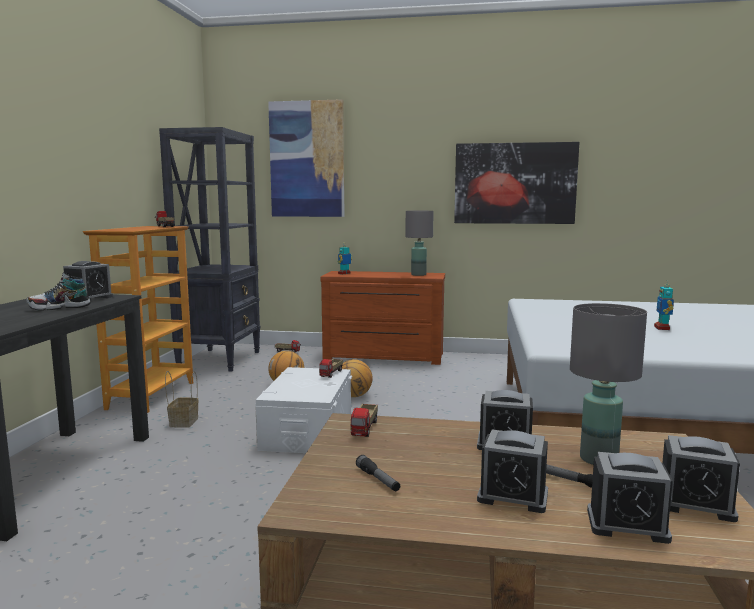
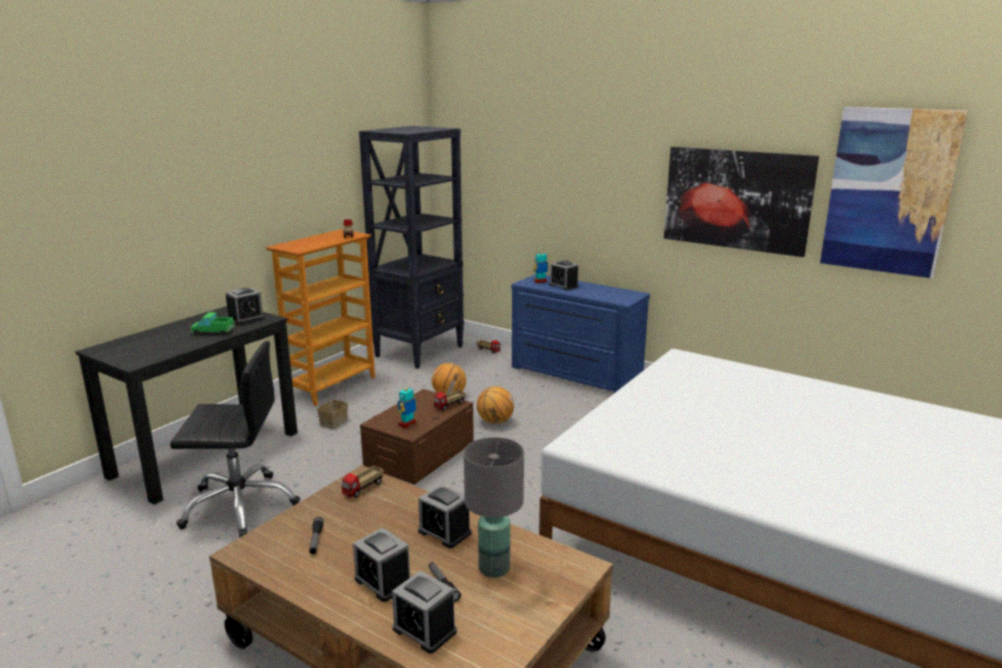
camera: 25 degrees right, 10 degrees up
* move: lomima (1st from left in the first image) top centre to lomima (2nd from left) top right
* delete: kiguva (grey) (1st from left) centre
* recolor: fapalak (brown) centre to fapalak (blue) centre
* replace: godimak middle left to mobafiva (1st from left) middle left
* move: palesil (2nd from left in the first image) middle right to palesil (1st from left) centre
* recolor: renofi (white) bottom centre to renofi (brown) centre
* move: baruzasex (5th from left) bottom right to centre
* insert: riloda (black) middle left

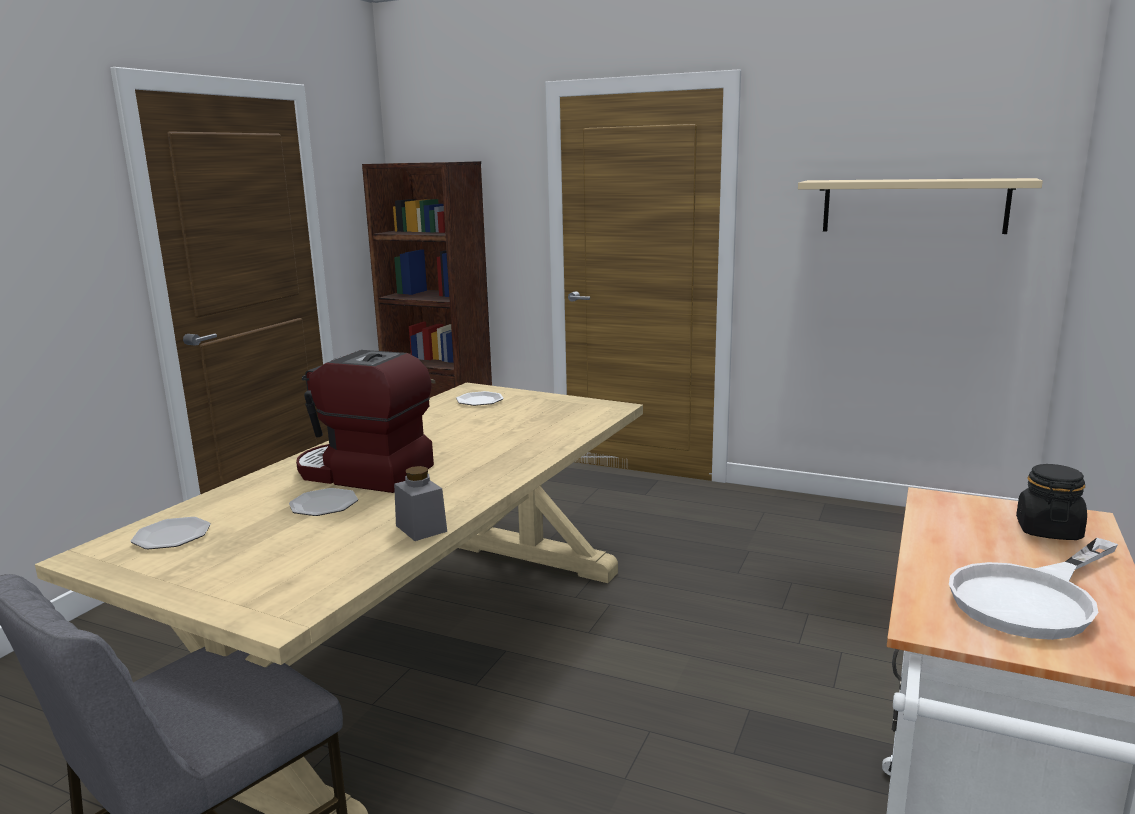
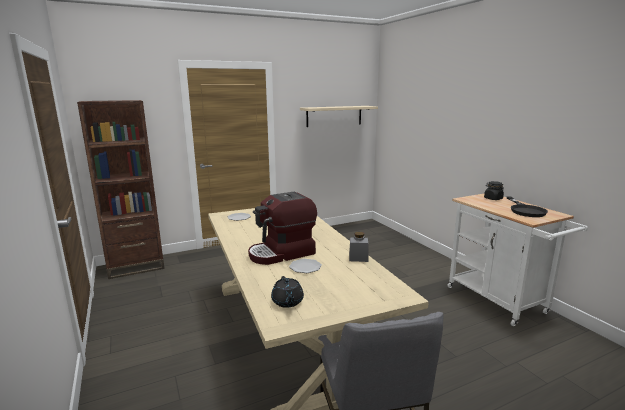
camera: 50 degrees left, 0 degrees up
* replace: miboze (1st from left) middle left to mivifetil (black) bottom centre
* recolor: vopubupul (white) bottom right to vopubupul (black) middle right

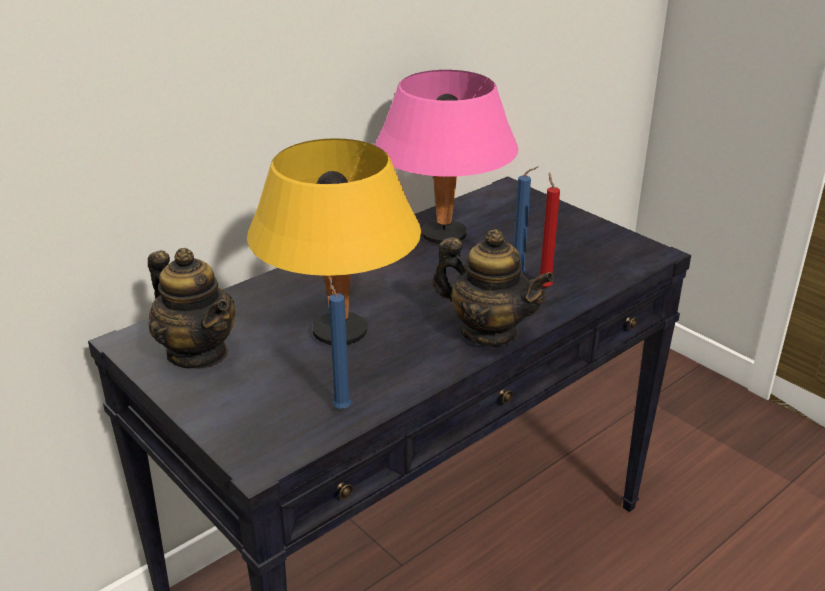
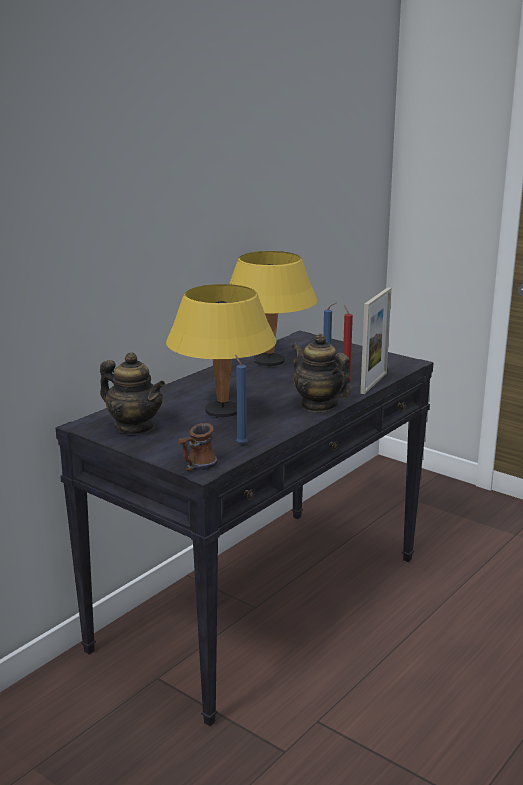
camera: 10 degrees left, 10 degrees down
* recolor: kiguva (pink) top centre to kiguva (yellow) (2nd from left) centre
* rotate: mivifetil (2nd from left) centre = centre 150 degrees counterclockwise
* insert: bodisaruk middle right
* insert: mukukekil centre

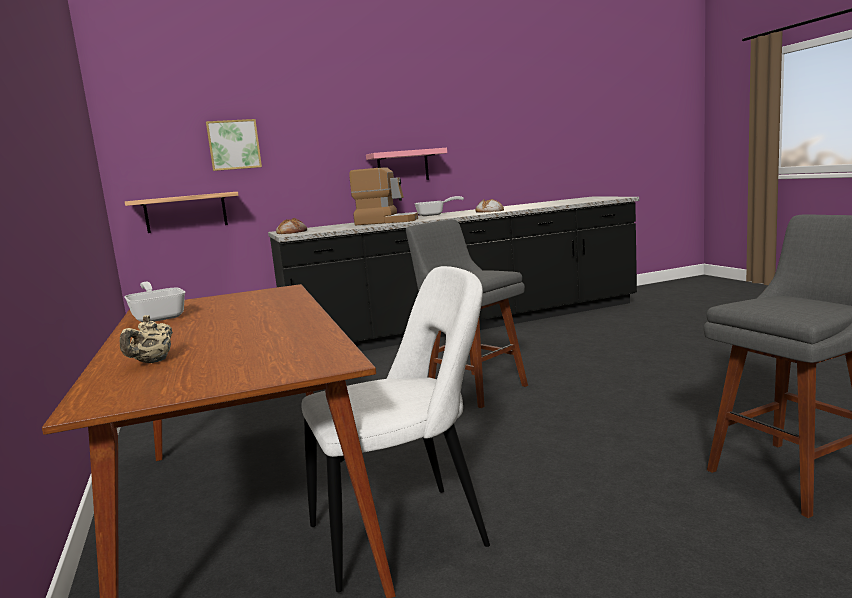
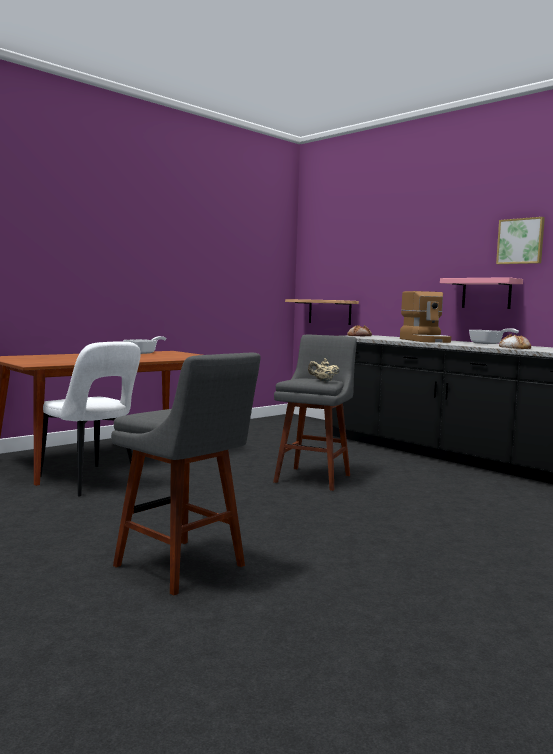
camera: 65 degrees right, 5 degrees down
* move: lomima top left to top right
* move: mivifetil (beige) middle left to centre

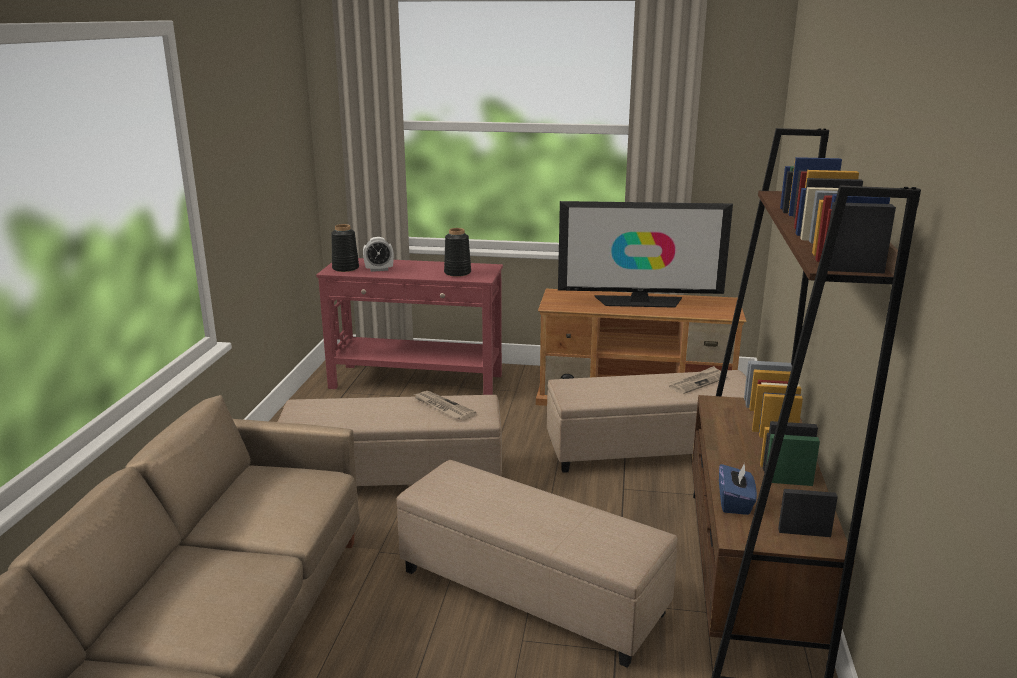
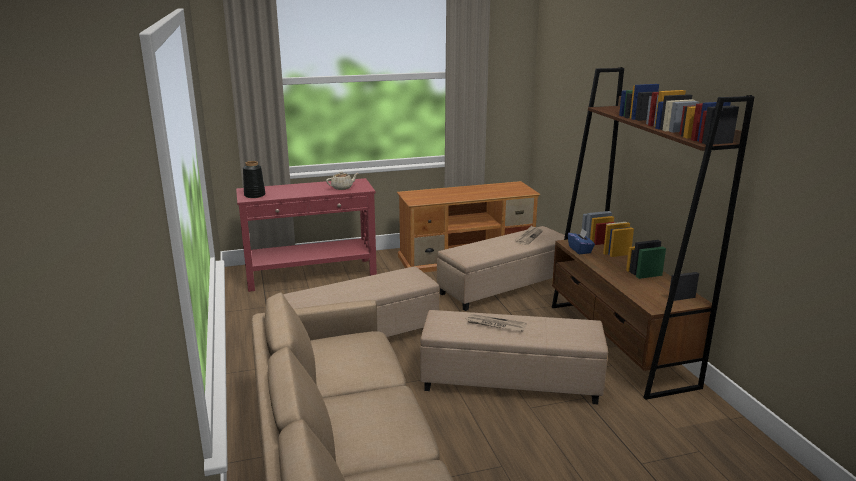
camera: 25 degrees left, 0 degrees up
* delete: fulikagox centre
* replace: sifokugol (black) (2nd from left) centre to mivifetil (beige) centre
* delete: baruzasex centre
* move: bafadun (1st from left) centre to bottom centre
* move: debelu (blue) bottom right to middle right

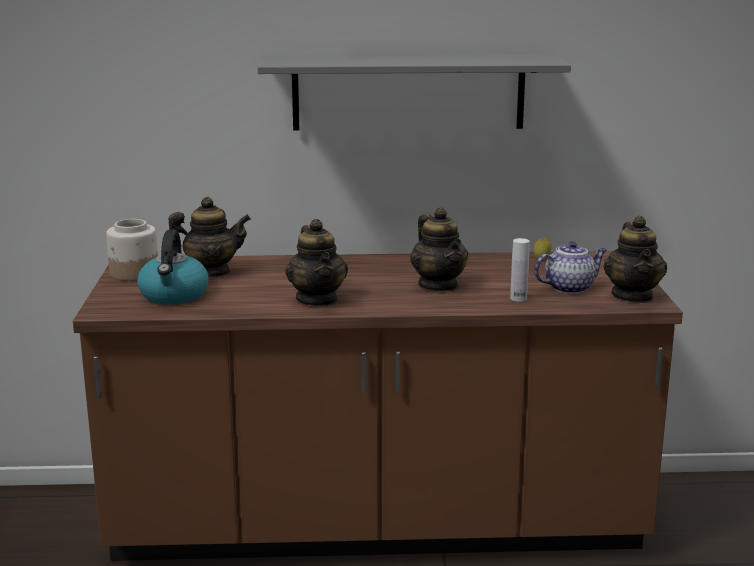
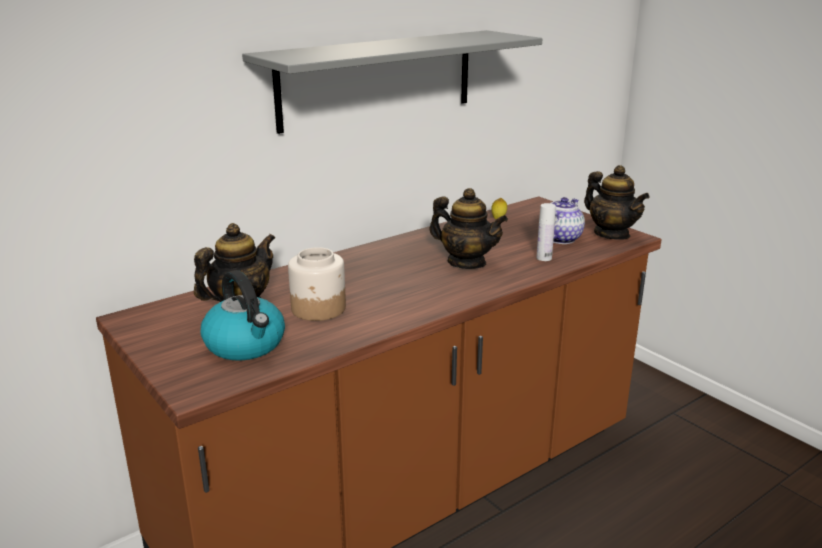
camera: 35 degrees left, 5 degrees up
* move: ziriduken middle left to centre
* delete: mivifetil (2nd from left) centre

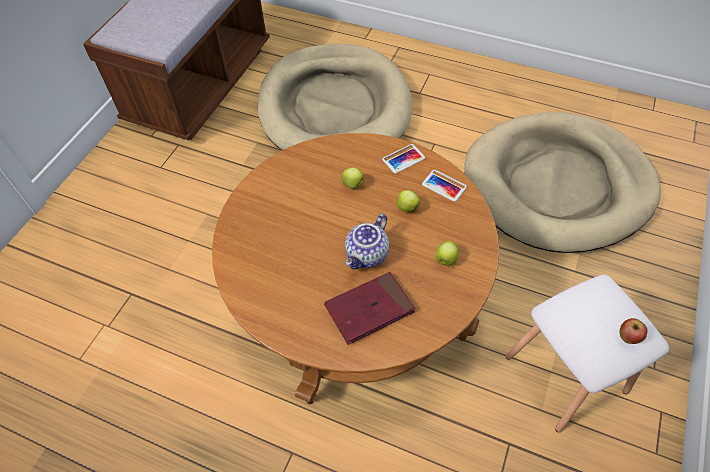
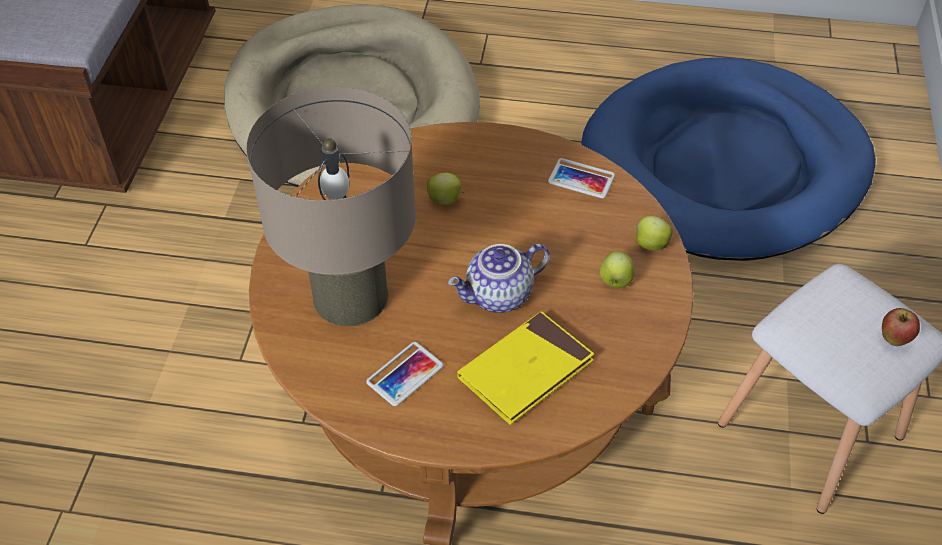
camera: 15 degrees left, 5 degrees down
* recolor: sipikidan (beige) (2nd from left) middle right to sipikidan (blue) top right
* move: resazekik (1st from left) centre to bottom centre
* move: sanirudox (2nd from left in the first image) centre to sanirudox (3rd from left) middle right
* rotate: mivifetil centre = centre 45 degrees clockwise
* recolor: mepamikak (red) centre to mepamikak (yellow) bottom centre
* insert: kiguva (beige) centre

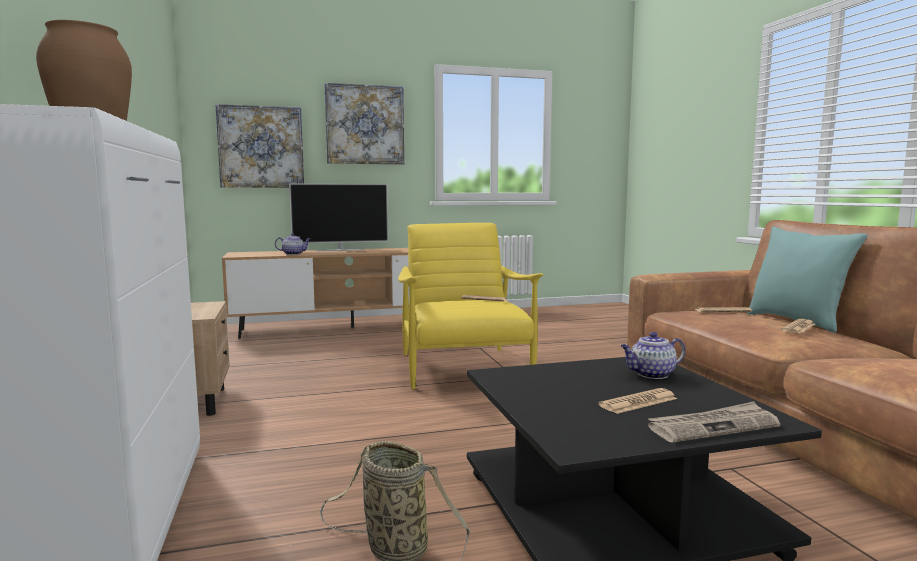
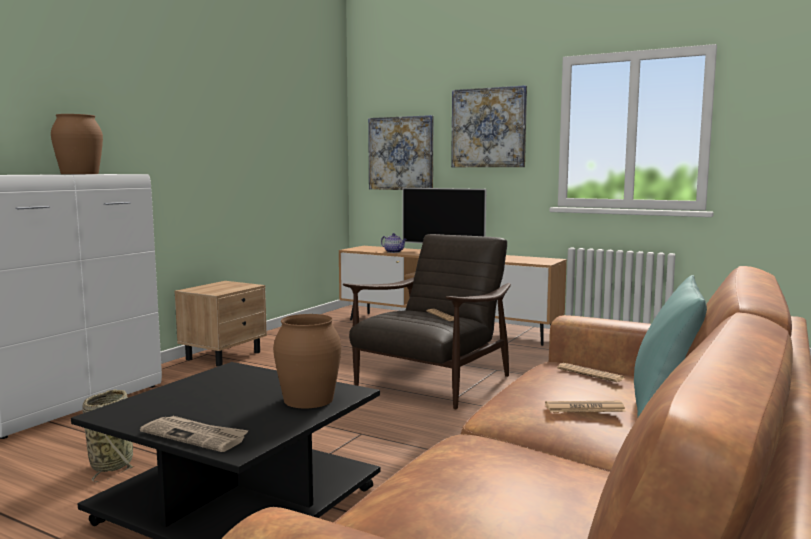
camera: 45 degrees right, 0 degrees up
* recolor: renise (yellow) centre to renise (brown) centre
* replace: mivifetil (2nd from left) middle right to sifokugol (brown) (2nd from left) bottom centre
* delete: bafadun (2nd from left) bottom right

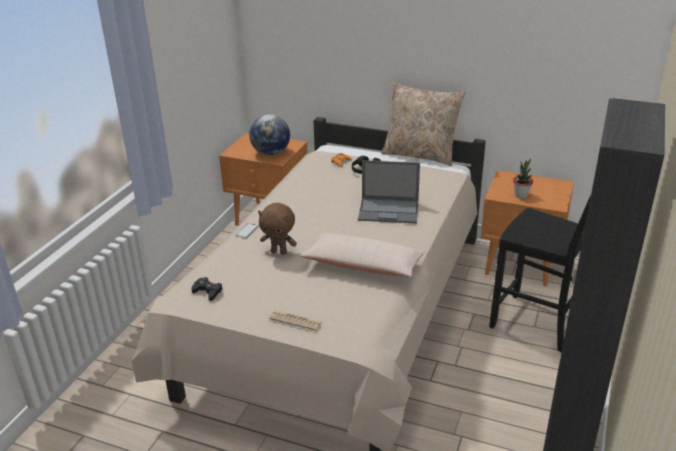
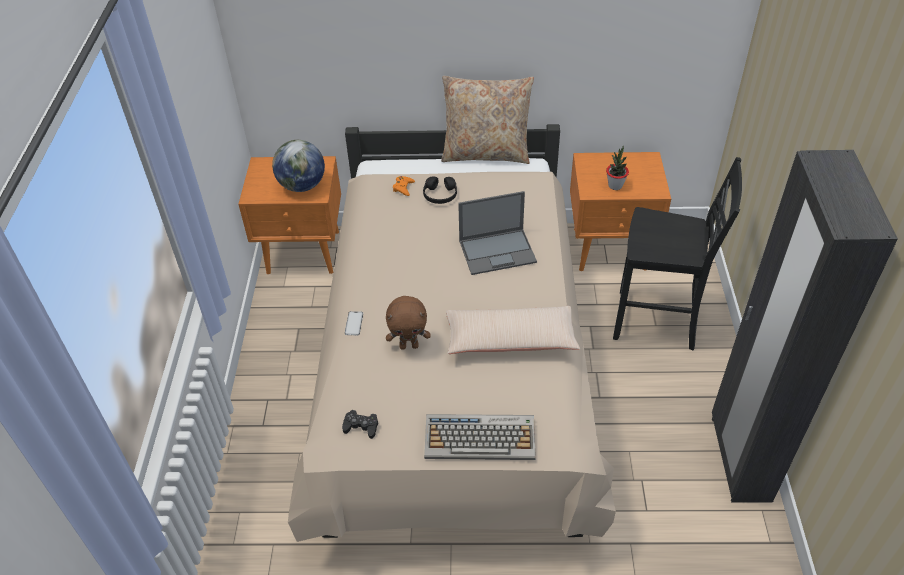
camera: 20 degrees left, 15 degrees up
* replace: bafadun bottom centre to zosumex bottom centre

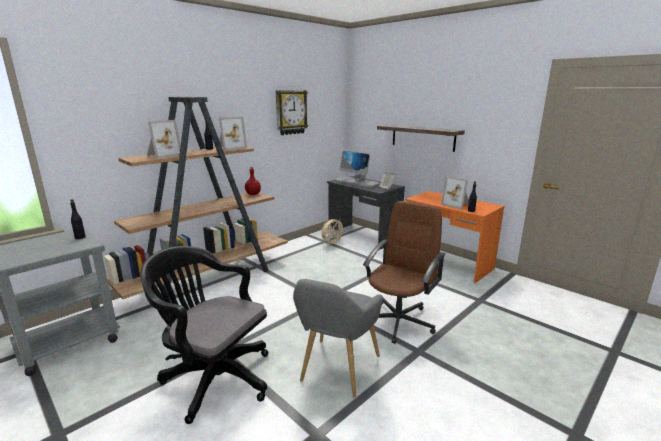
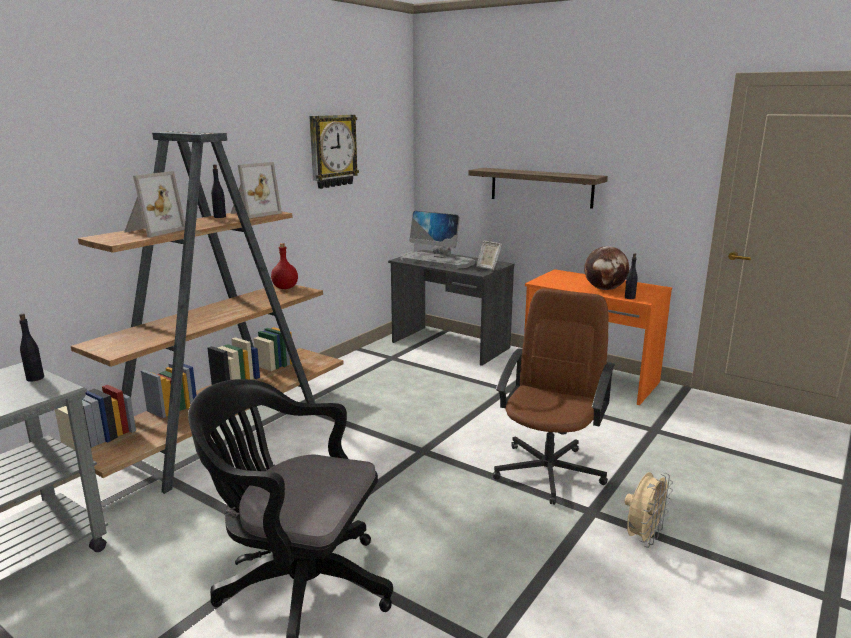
camera: 10 degrees left, 0 degrees up
* replace: bodisaruk (4th from left) middle right to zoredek middle right
* move: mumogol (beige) centre to bottom right
* delete: renise (grey) bottom centre

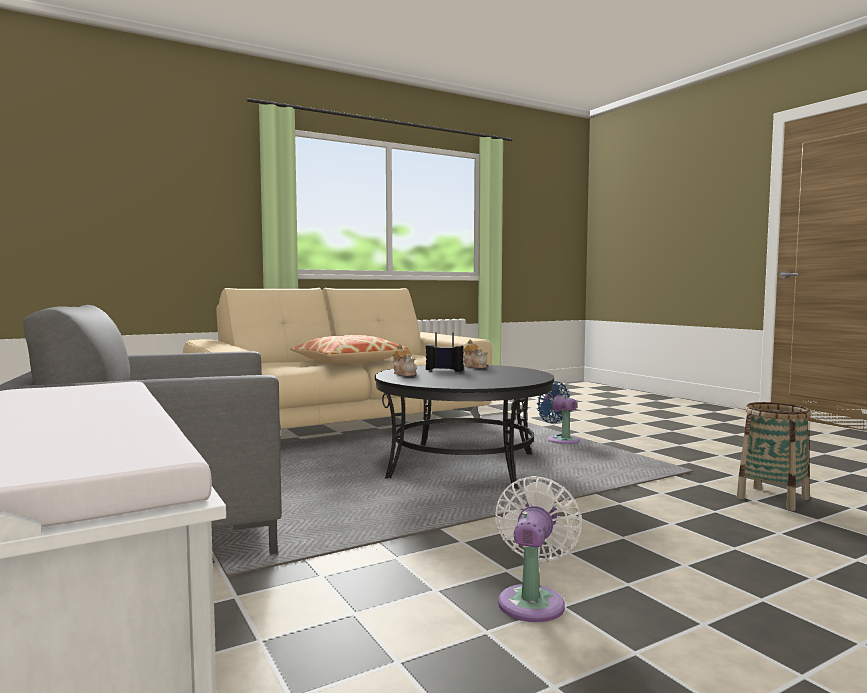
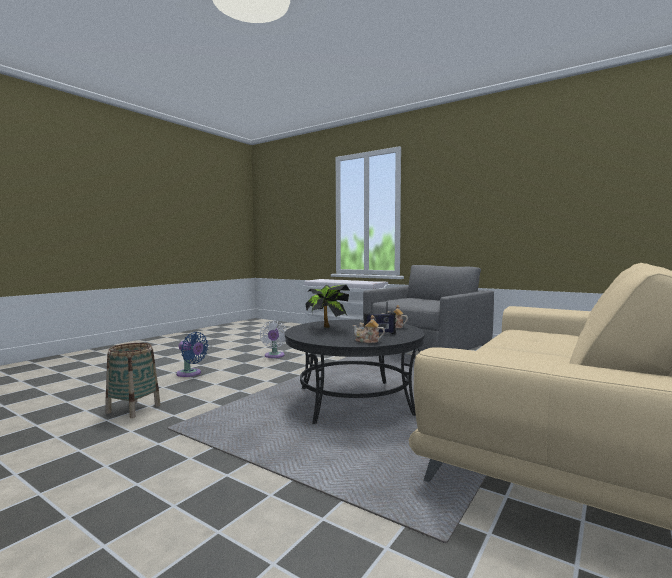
camera: 155 degrees right, 0 degrees up
* delete: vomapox centre
* move: mumogol (blue) centre to middle left
* insert: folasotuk centre

